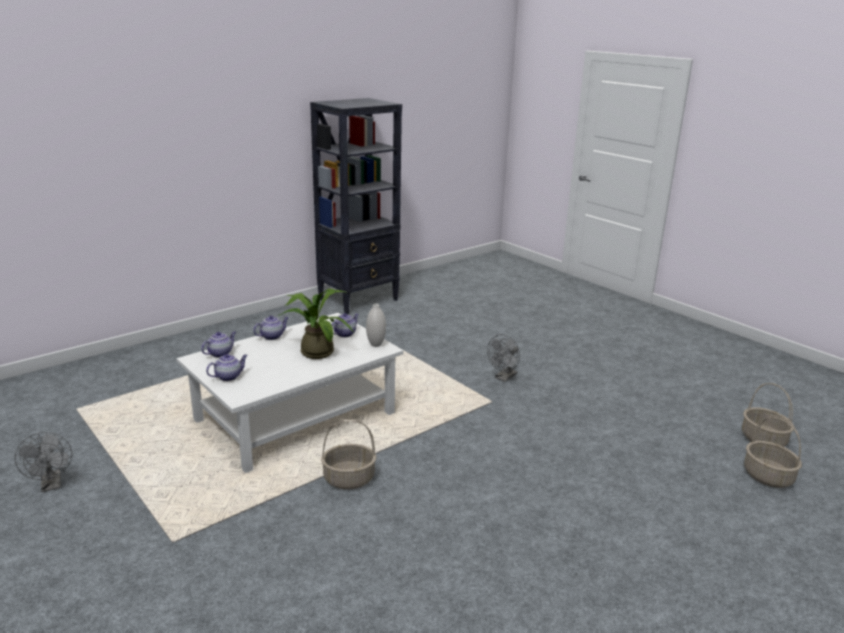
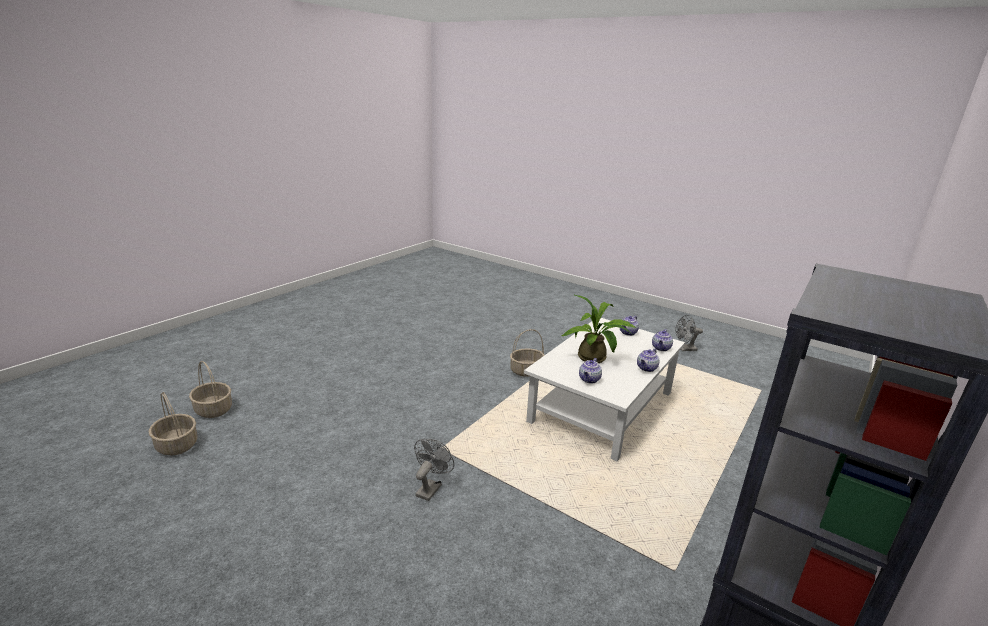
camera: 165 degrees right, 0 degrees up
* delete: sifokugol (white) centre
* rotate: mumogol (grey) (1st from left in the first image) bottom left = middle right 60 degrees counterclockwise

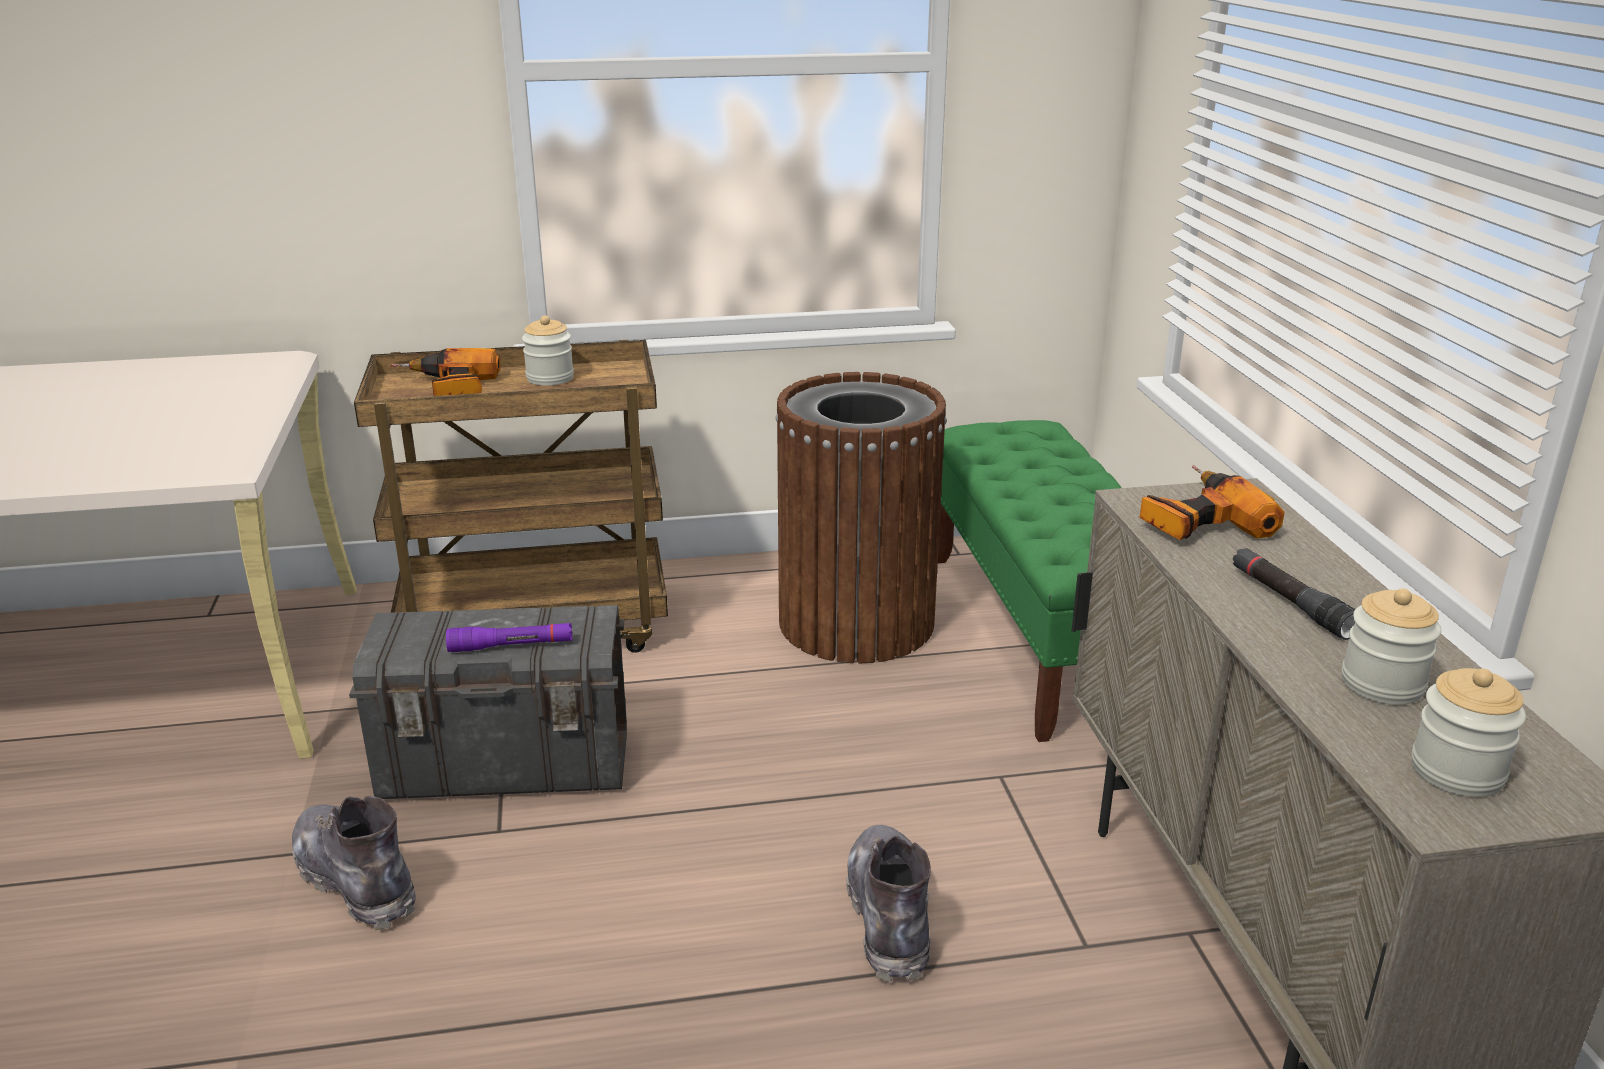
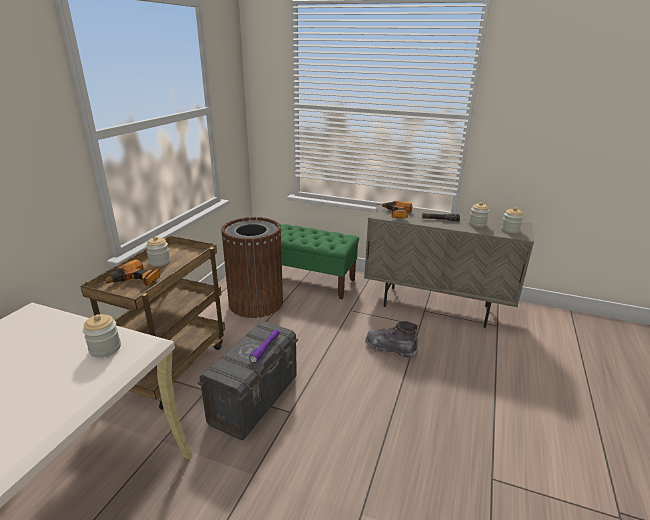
camera: 60 degrees left, 0 degrees up
* delete: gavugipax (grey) (1st from left) bottom left
* insert: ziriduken (1st from left) middle left

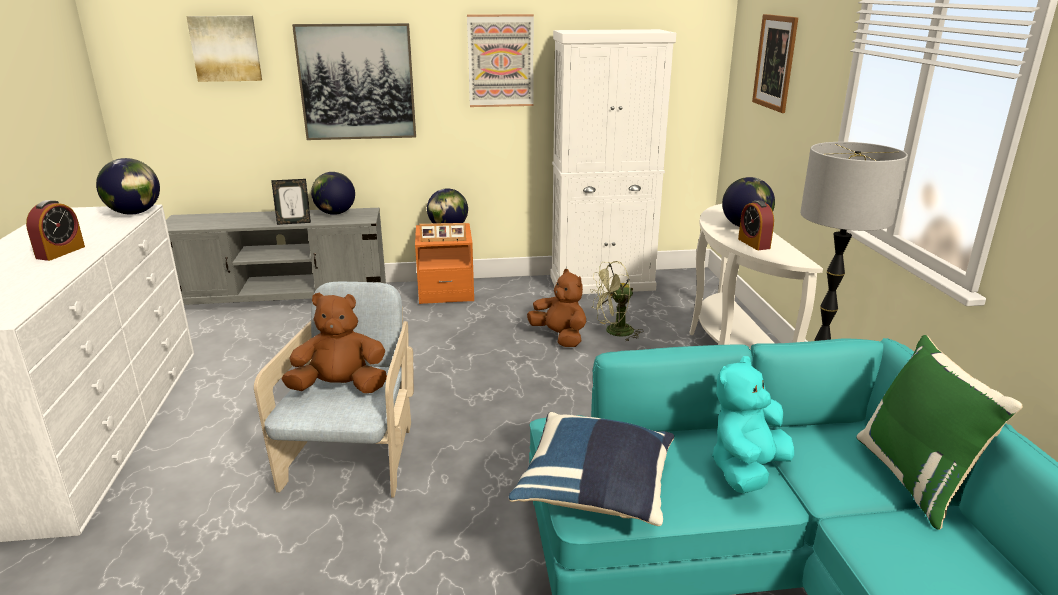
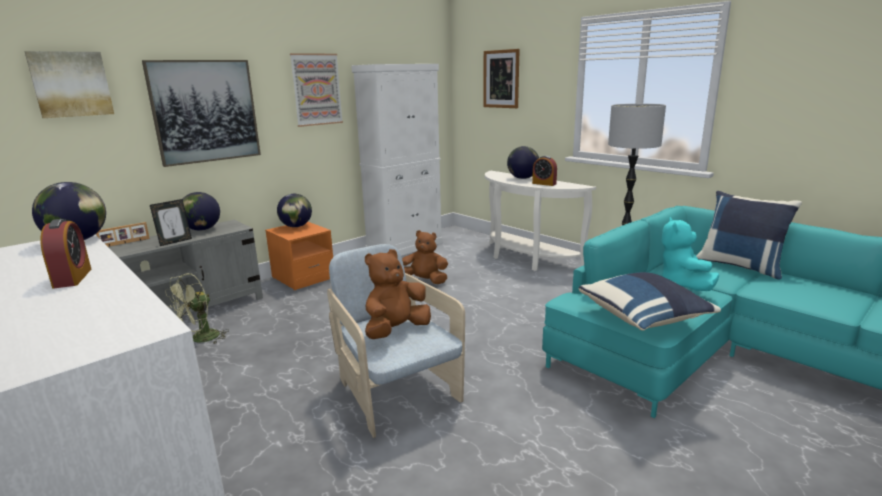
camera: 35 degrees left, 5 degrees down
* move: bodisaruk (2nd from left in the first image) centre to bodisaruk (1st from left) middle left
* move: mumogol (green) centre to middle left
* recolor: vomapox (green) bottom right to vomapox (blue) (2nd from left) middle right

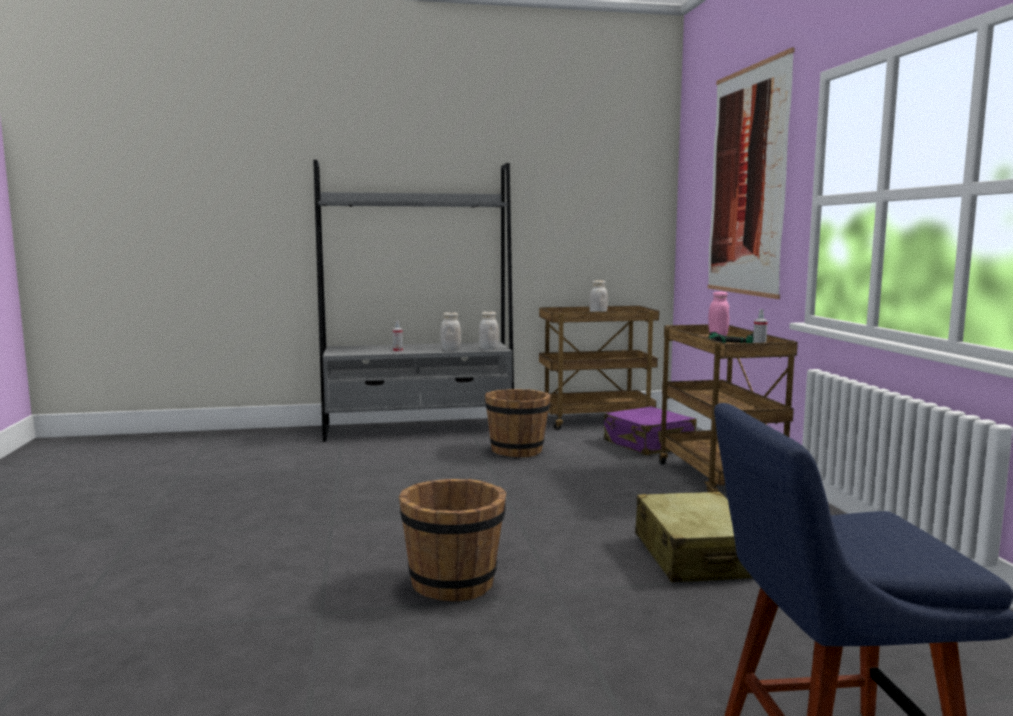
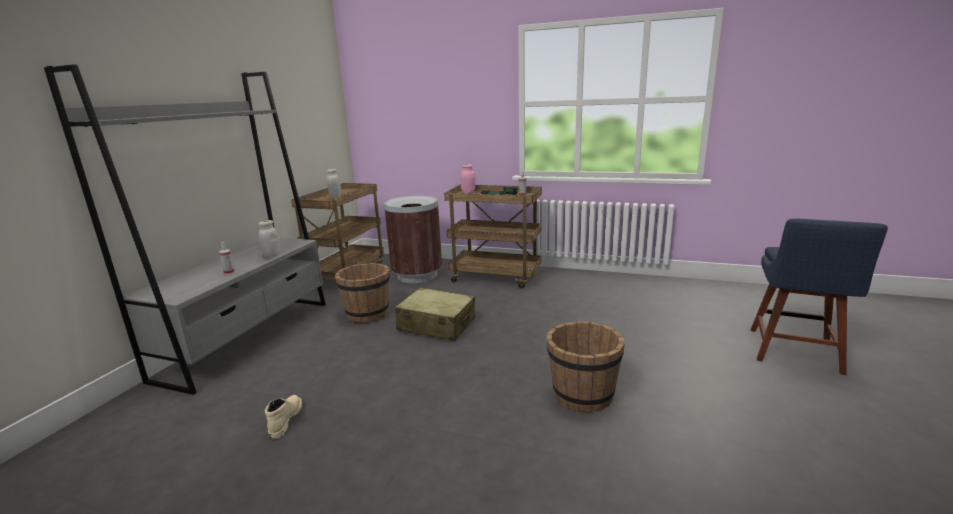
camera: 60 degrees left, 10 degrees up
* delete: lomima top right
* delete: ziriduken (white) (2nd from left) centre
* replace: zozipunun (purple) centre to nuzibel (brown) centre
* move: zozipunun (beige) bottom right to centre
* insert: gavugipax (beige) bottom left

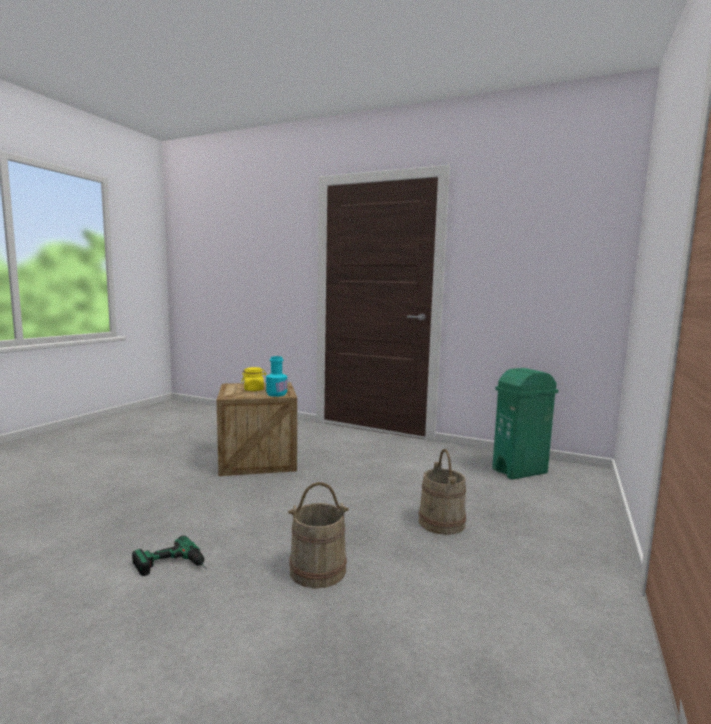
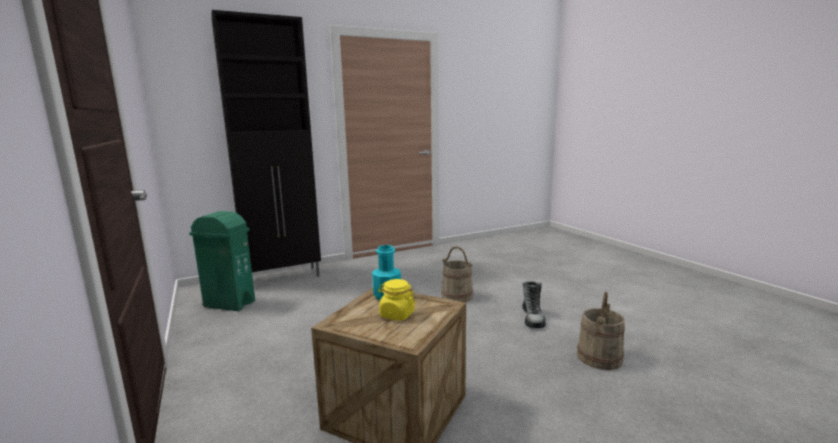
camera: 140 degrees left, 5 degrees up
* move: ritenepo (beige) (2nd from left) bottom centre to bottom right
* replace: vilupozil bottom left to gavugipax bottom centre
* insert: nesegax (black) top left

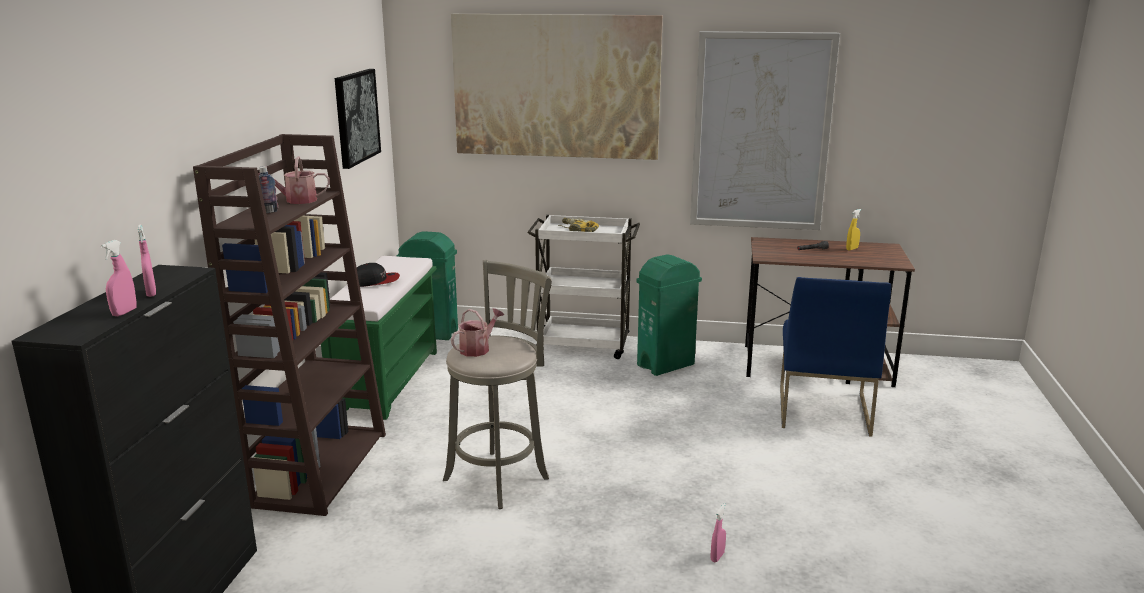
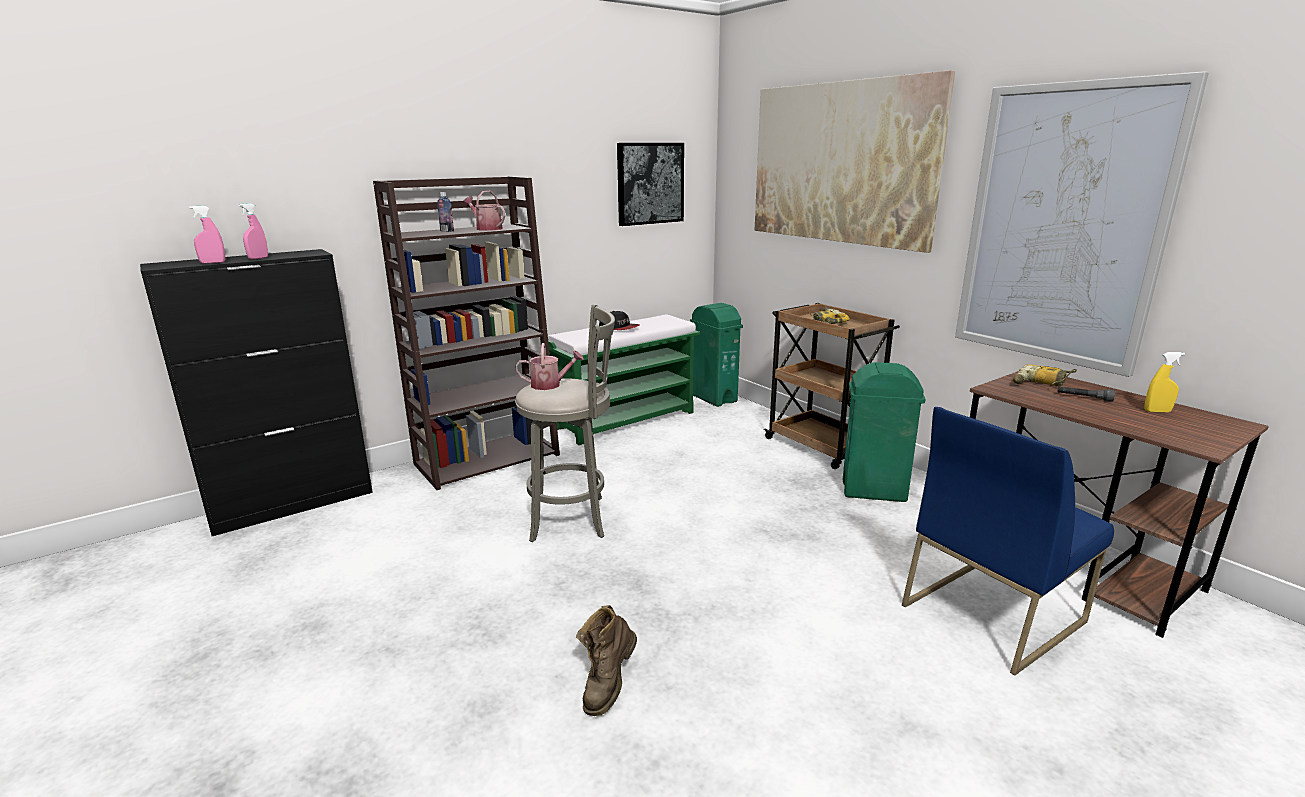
camera: 45 degrees right, 0 degrees up
* recolor: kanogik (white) centre to kanogik (brown) centre
* replace: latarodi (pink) (3rd from left) bottom centre to gavugipax (brown) bottom centre
* insert: vilupozil (2nd from left) middle right

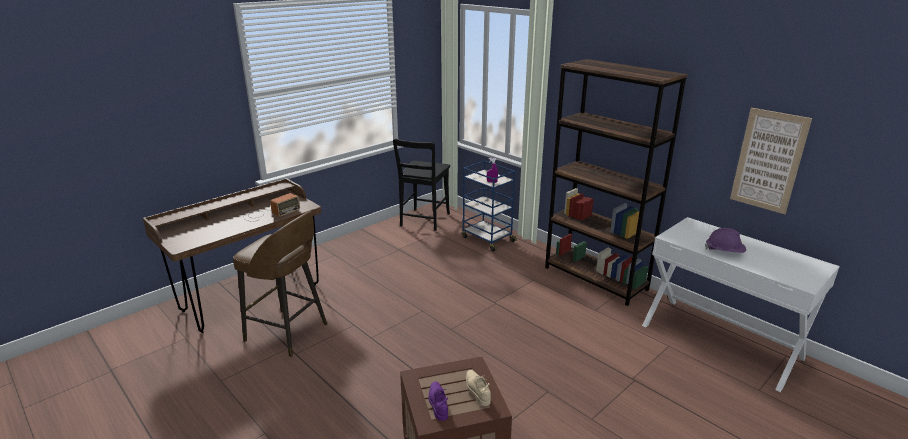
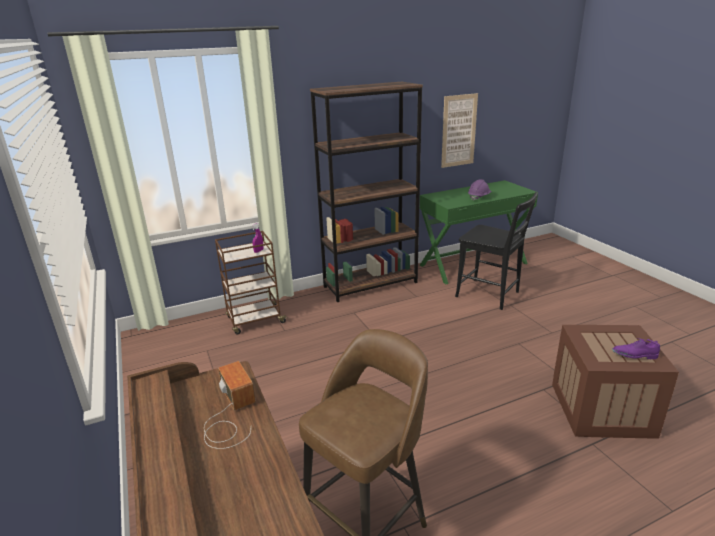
camera: 70 degrees left, 0 degrees up
* move: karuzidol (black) centre to middle right
* recolor: kanogik (blue) centre to kanogik (brown) centre
* recolor: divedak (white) bottom right to divedak (green) middle right
* delete: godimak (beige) bottom centre

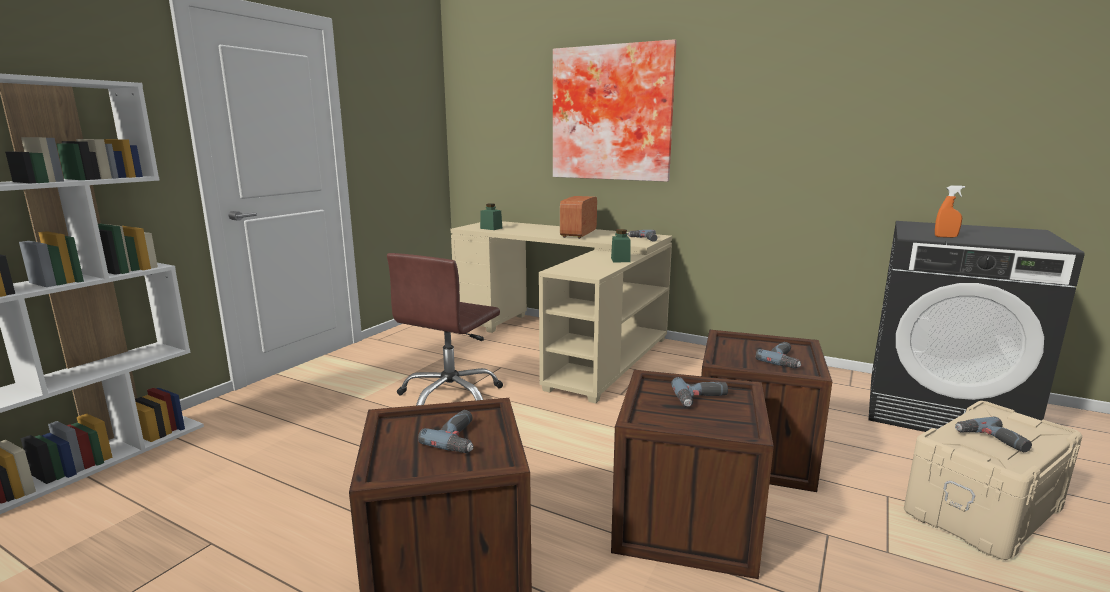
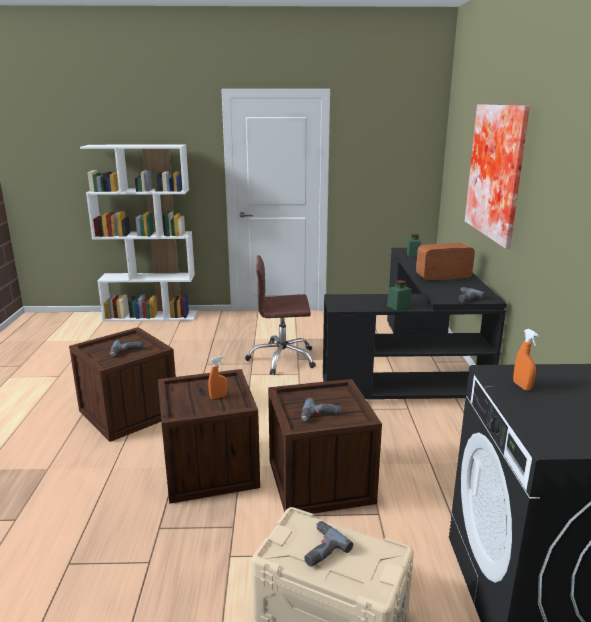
camera: 60 degrees right, 5 degrees up
* recolor: divedak (beige) centre to divedak (black) middle right
* replace: vilupozil (3rd from left) centre to latarodi (orange) (1st from left) centre

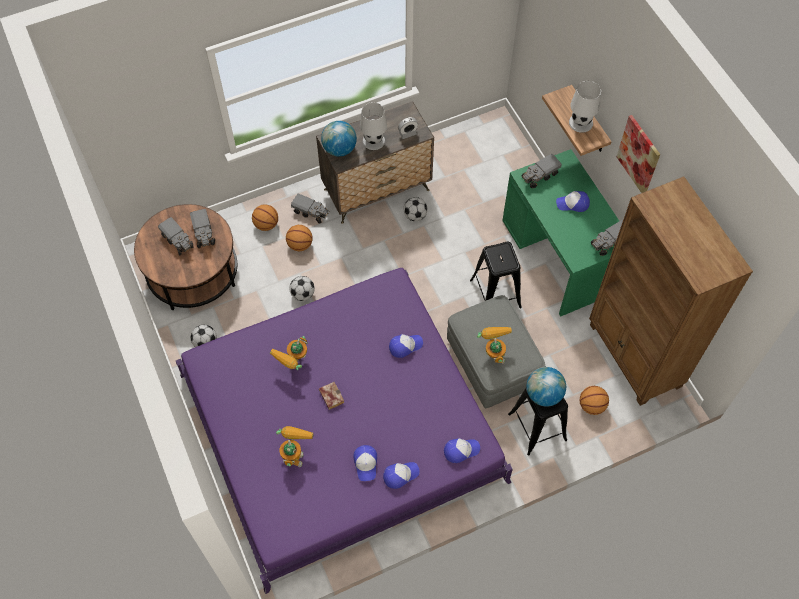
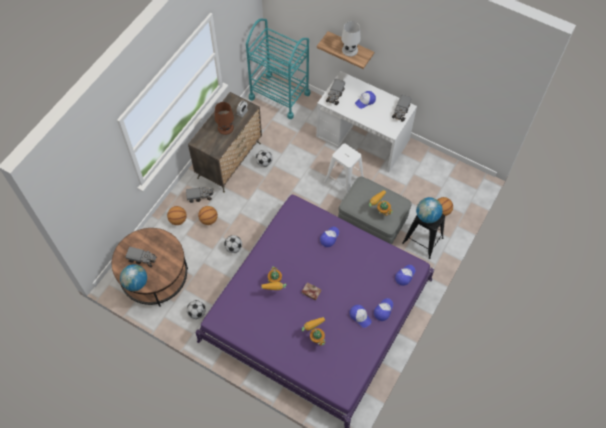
camera: 35 degrees left, 0 degrees up
* recolor: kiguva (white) (1st from left) top centre to kiguva (brown) top centre
* delete: lomima top right
* move: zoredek (1st from left) top centre to middle left
* recolor: divedak (green) middle right to divedak (white) top centre
* delete: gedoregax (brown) middle right
* delete: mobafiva (2nd from left) middle left
* recolor: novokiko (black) (1st from left) centre to novokiko (white) centre
* insert: kanogik (turquoise) top centre

